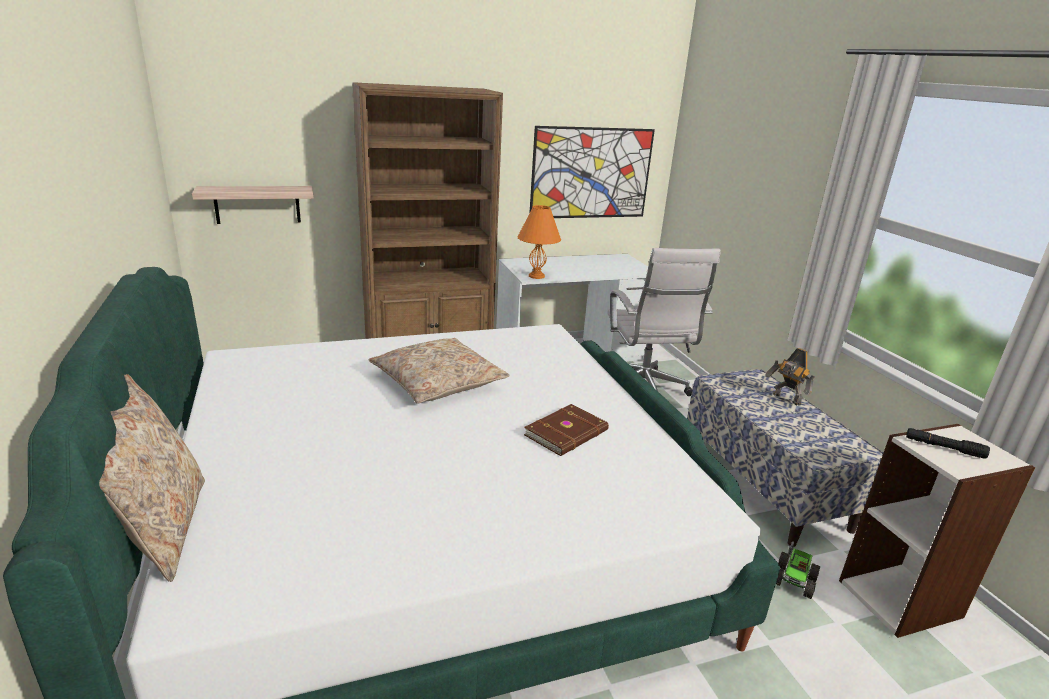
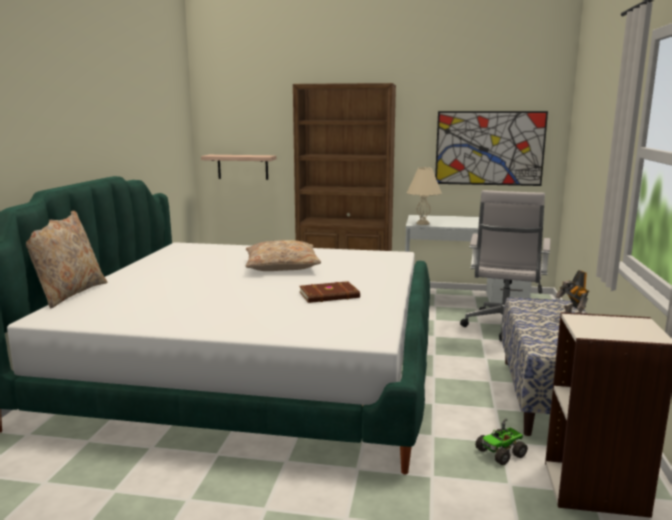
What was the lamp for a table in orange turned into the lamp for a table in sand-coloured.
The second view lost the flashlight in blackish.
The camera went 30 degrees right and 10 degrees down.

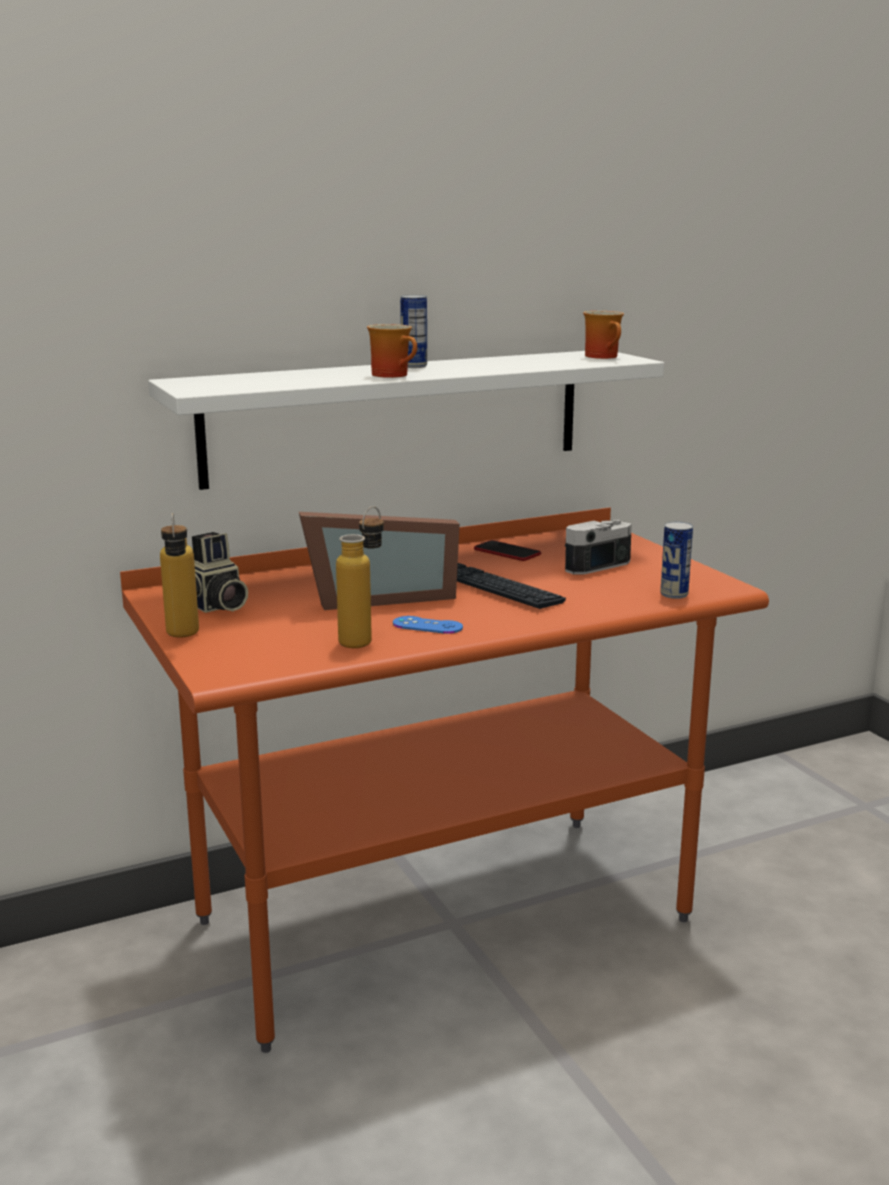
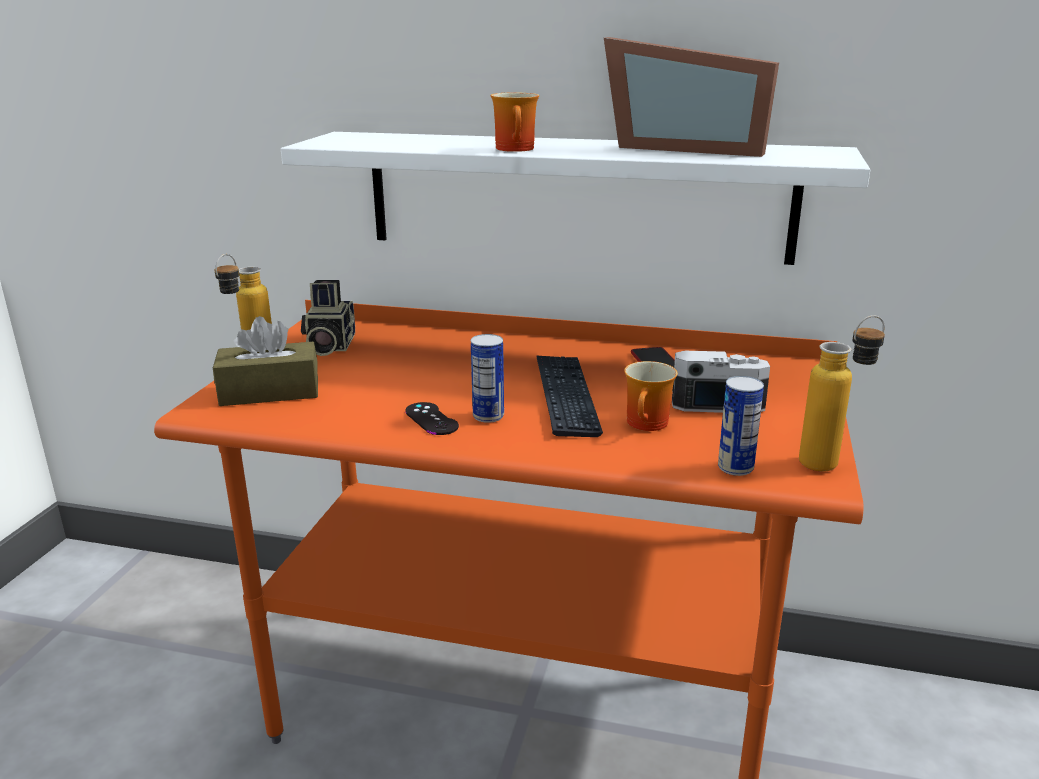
The standing frame ended up elsewhere.
The beverage bottle (no. 2 from left) ended up elsewhere.
What was the gamepad in blue turned into the gamepad in blackish.
The sealed can (no. 1 from left) ended up elsewhere.
The tea mug (no. 2 from left) ended up elsewhere.
The second view gained the tissue box in brown-coloured.
The camera went 40 degrees right and 5 degrees up.

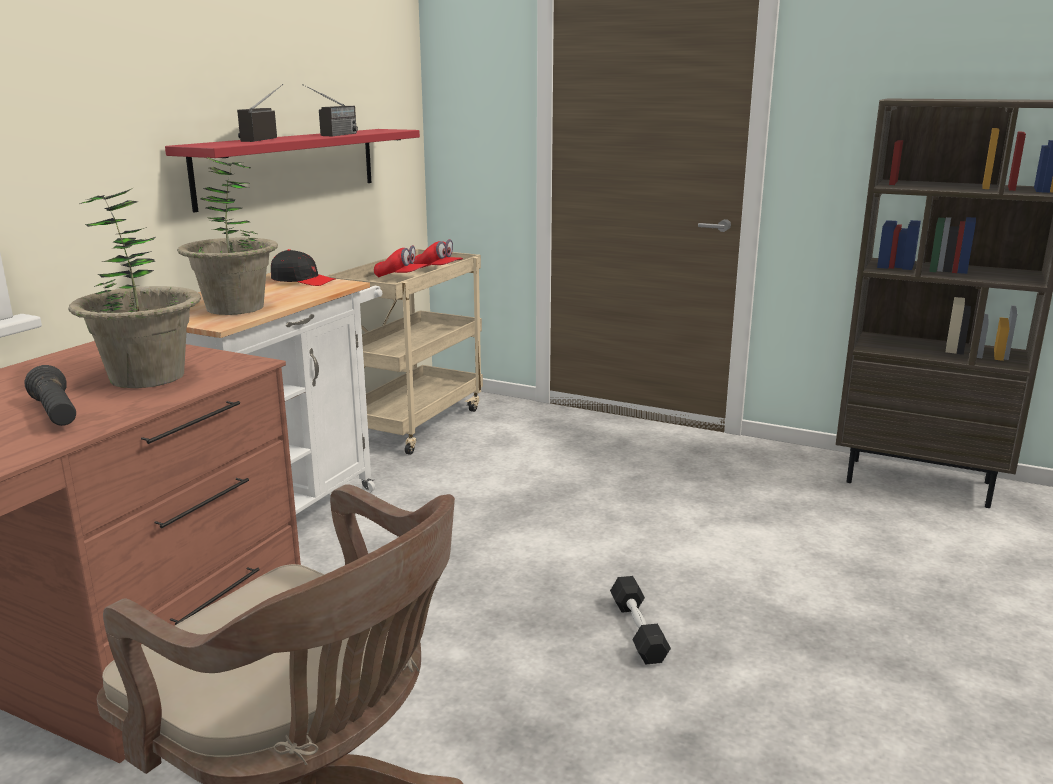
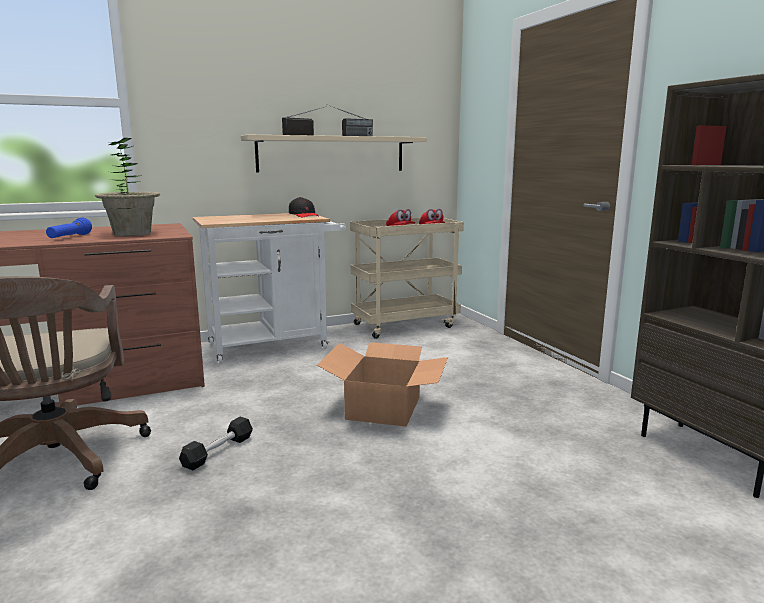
What was the flashlight in blackish turned into the flashlight in blue.
What was the shelf in red-coloured turned into the shelf in sand-coloured.
The second view lost the houseplant (no. 2 from left).
The free weight in blackish ended up elsewhere.
The second view gained the packing box.
The camera went 40 degrees right and 5 degrees down.

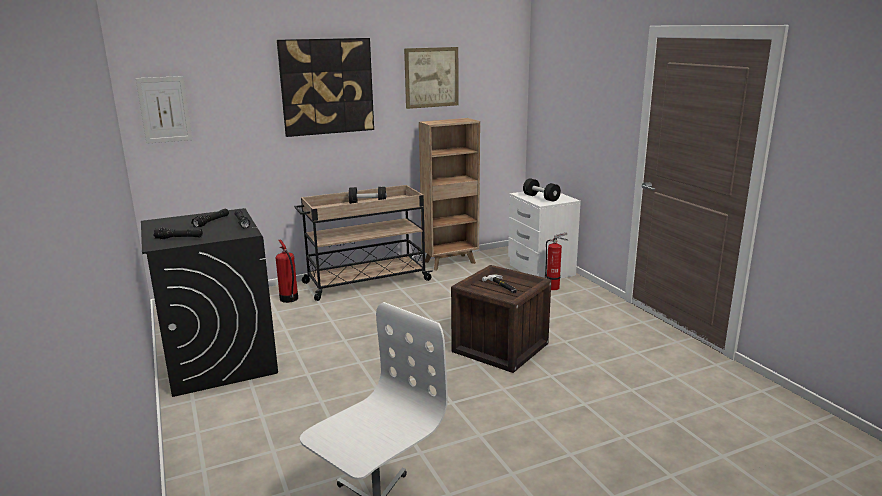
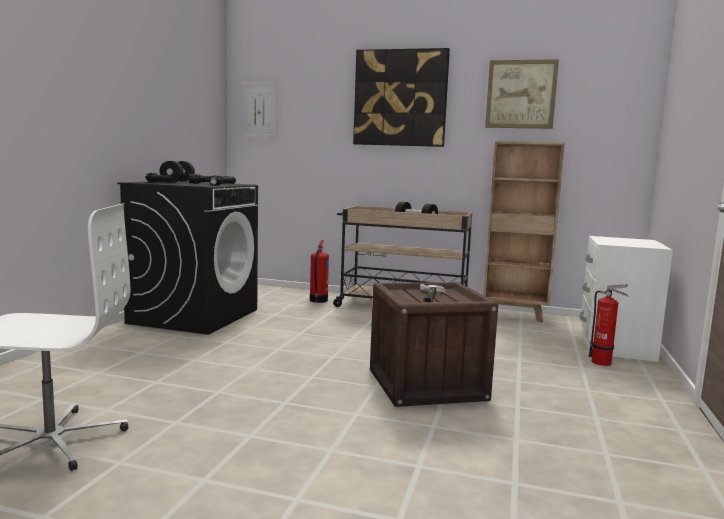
The free weight in blackish (no. 2 from left in the first image) ended up elsewhere.
The camera went 40 degrees right and 10 degrees down.

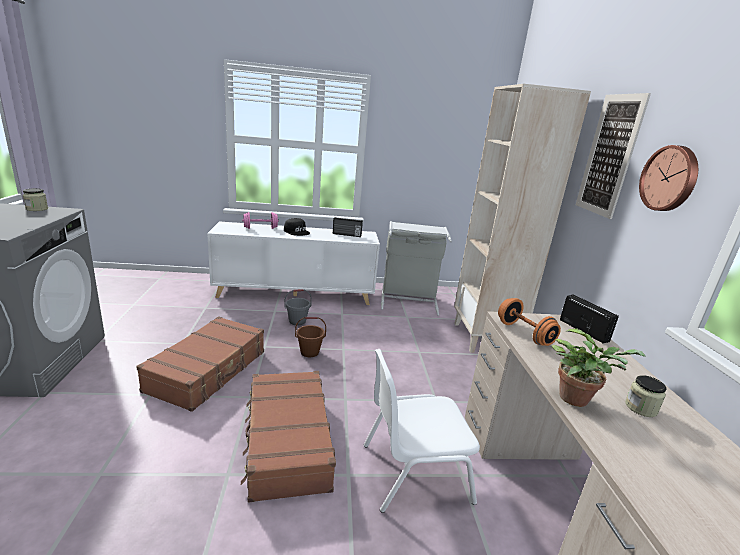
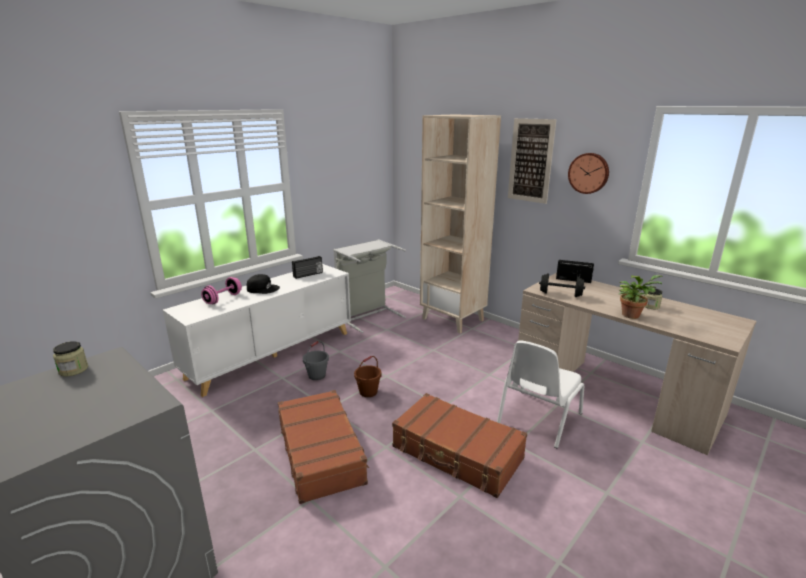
What was the free weight in orange turned into the free weight in blackish.
The camera went 40 degrees left and 0 degrees up.

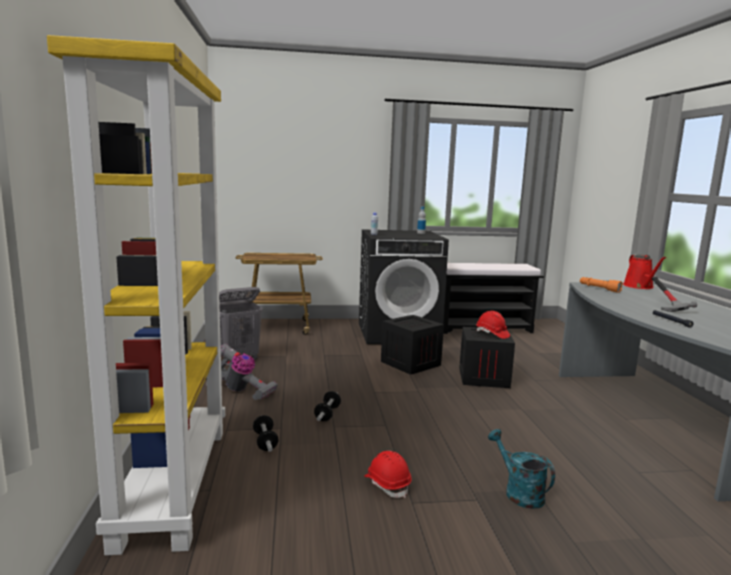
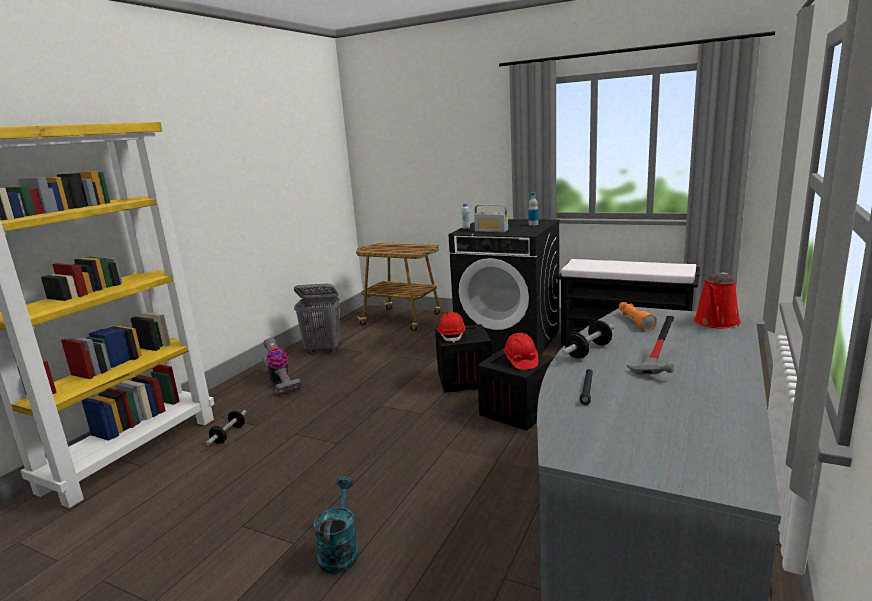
The free weight (no. 2 from left) ended up elsewhere.
The safety helmet in red-coloured (no. 1 from left) ended up elsewhere.
The second view gained the radio receiver.
The camera went 35 degrees right and 5 degrees up.

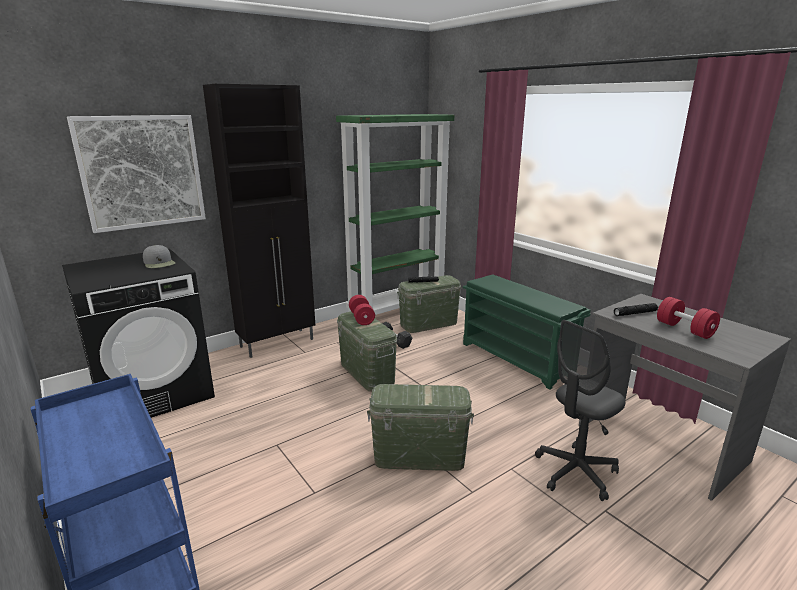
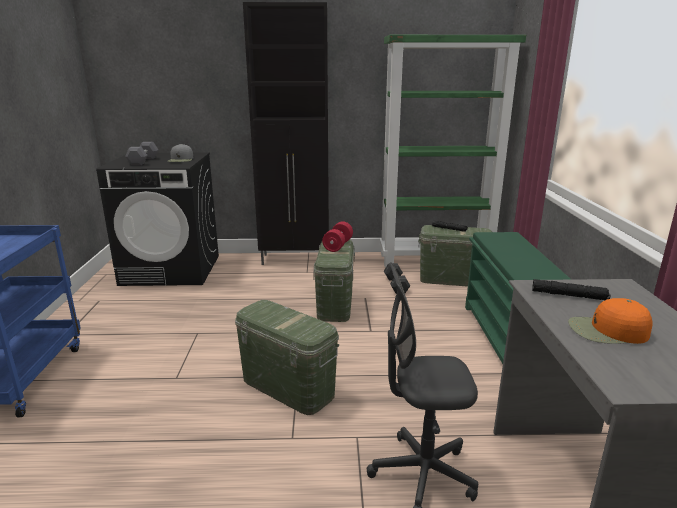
The second view lost the wall picture.
Where the free weight in red-coloured (no. 2 from left) stood, the cap in orange came to stand.
The second view gained the free weight in grey (no. 1 from left).
The camera went 35 degrees right and 0 degrees up.

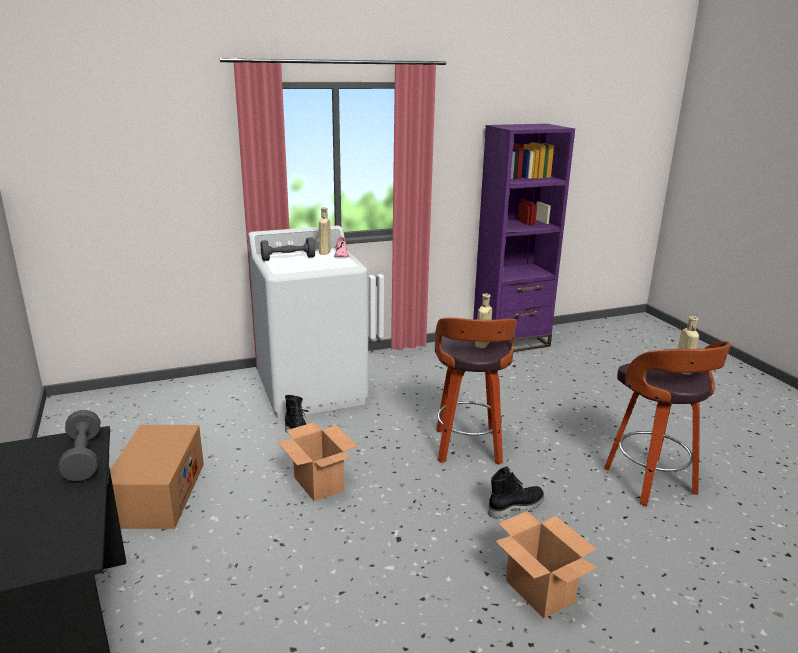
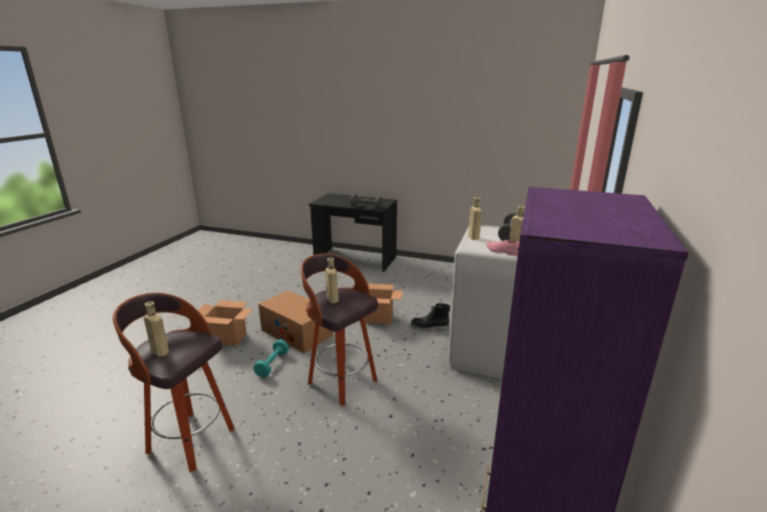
The packing box (no. 1 from left in the first image) ended up elsewhere.
Where the high-top boot in blackish (no. 2 from left) stood, the free weight in turquoise-coloured came to stand.
The second view gained the beverage bottle in sand-coloured (no. 3 from left).
The camera went 130 degrees right and 0 degrees up.

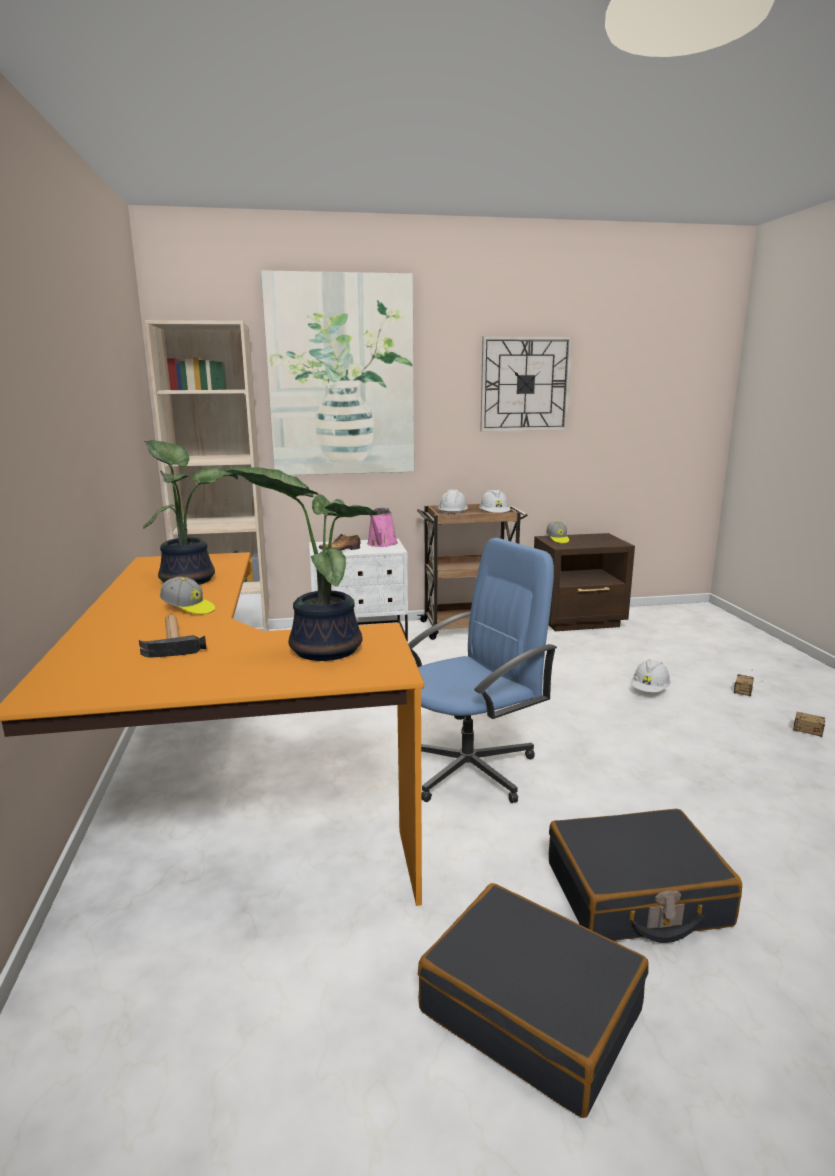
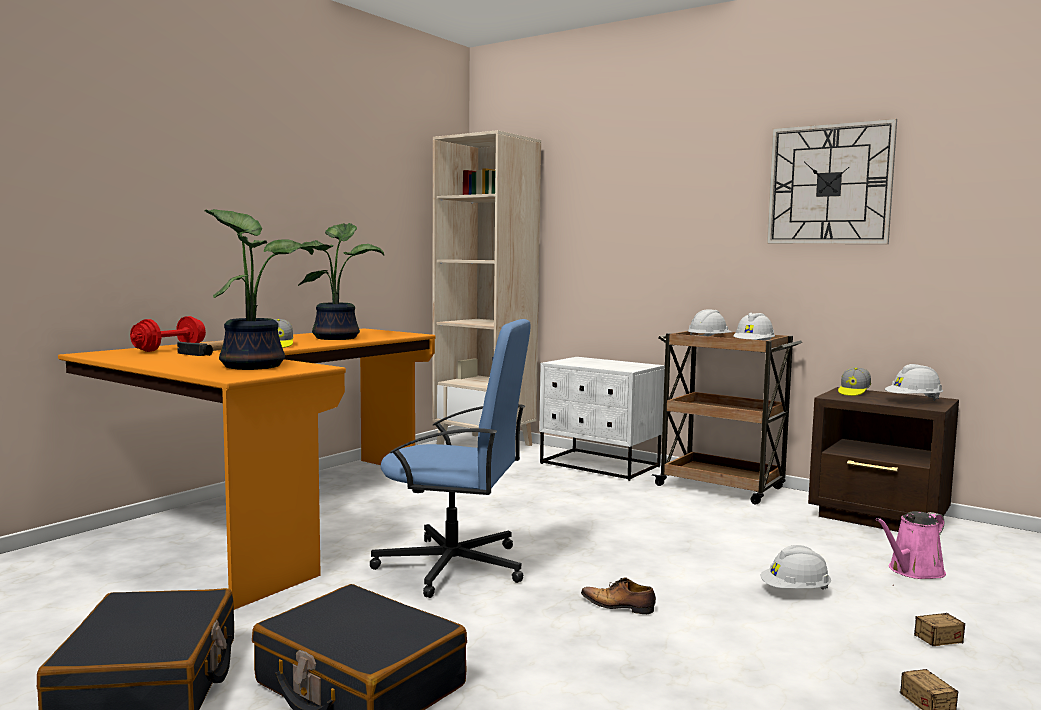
The second view lost the wall picture.
The shoe ended up elsewhere.
The watering can in pink ended up elsewhere.
The second view gained the free weight in red-coloured.
The second view gained the safety helmet in whitish (no. 4 from left).
The camera went 45 degrees right and 10 degrees down.

